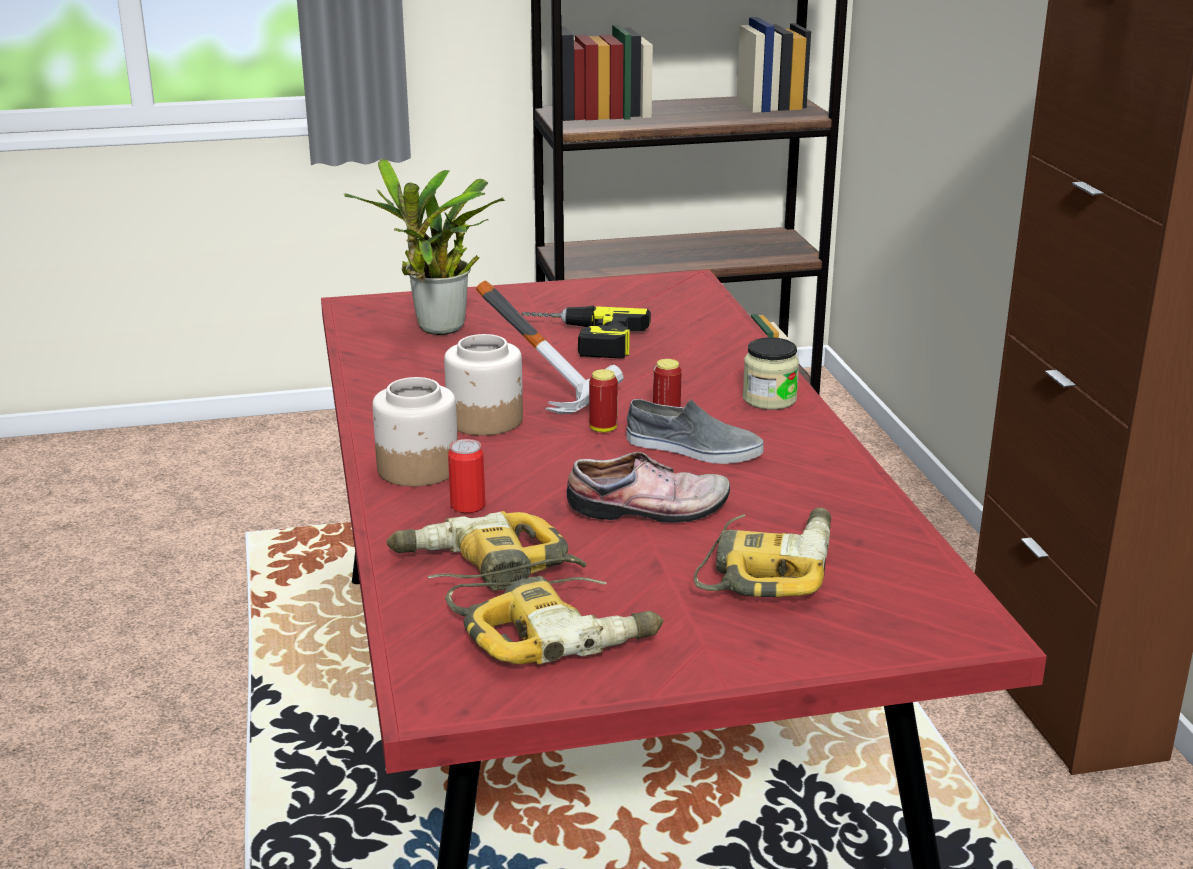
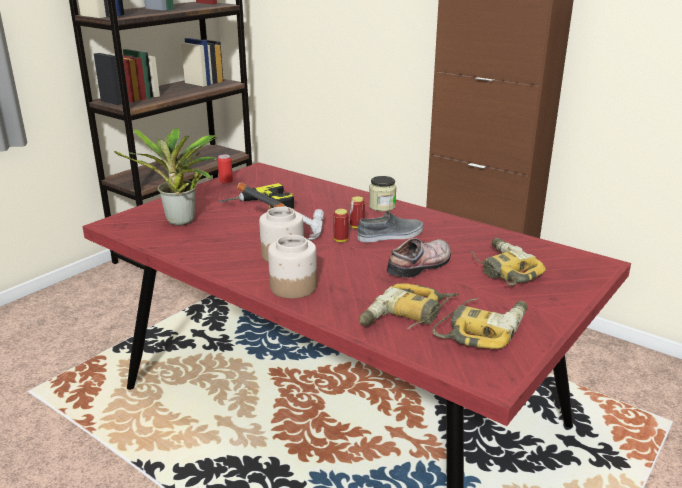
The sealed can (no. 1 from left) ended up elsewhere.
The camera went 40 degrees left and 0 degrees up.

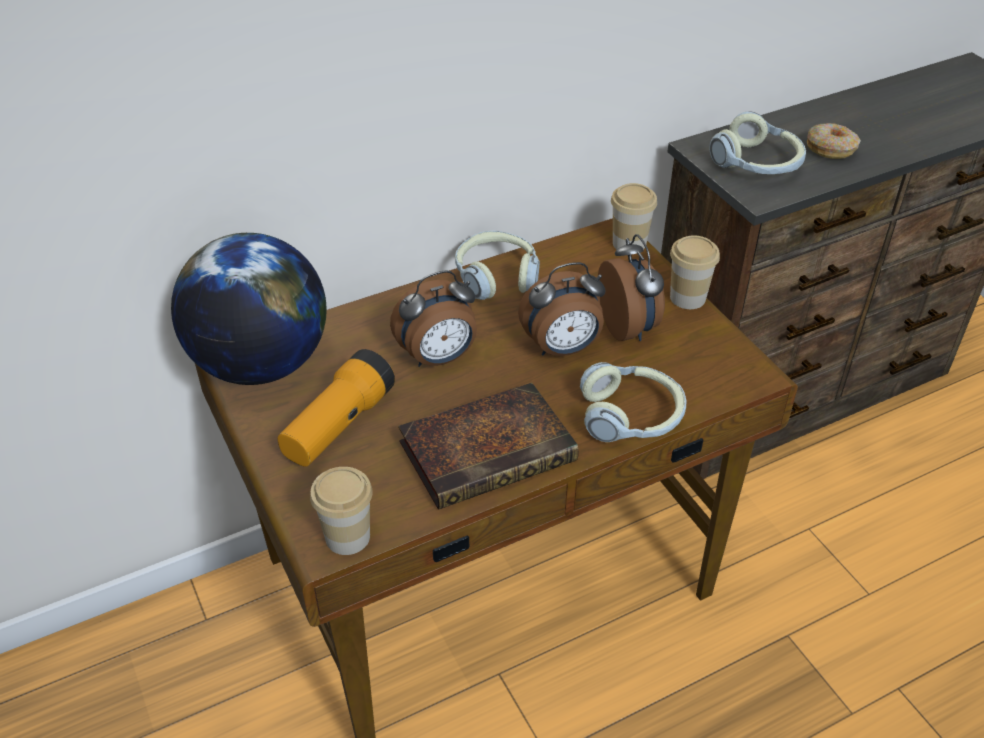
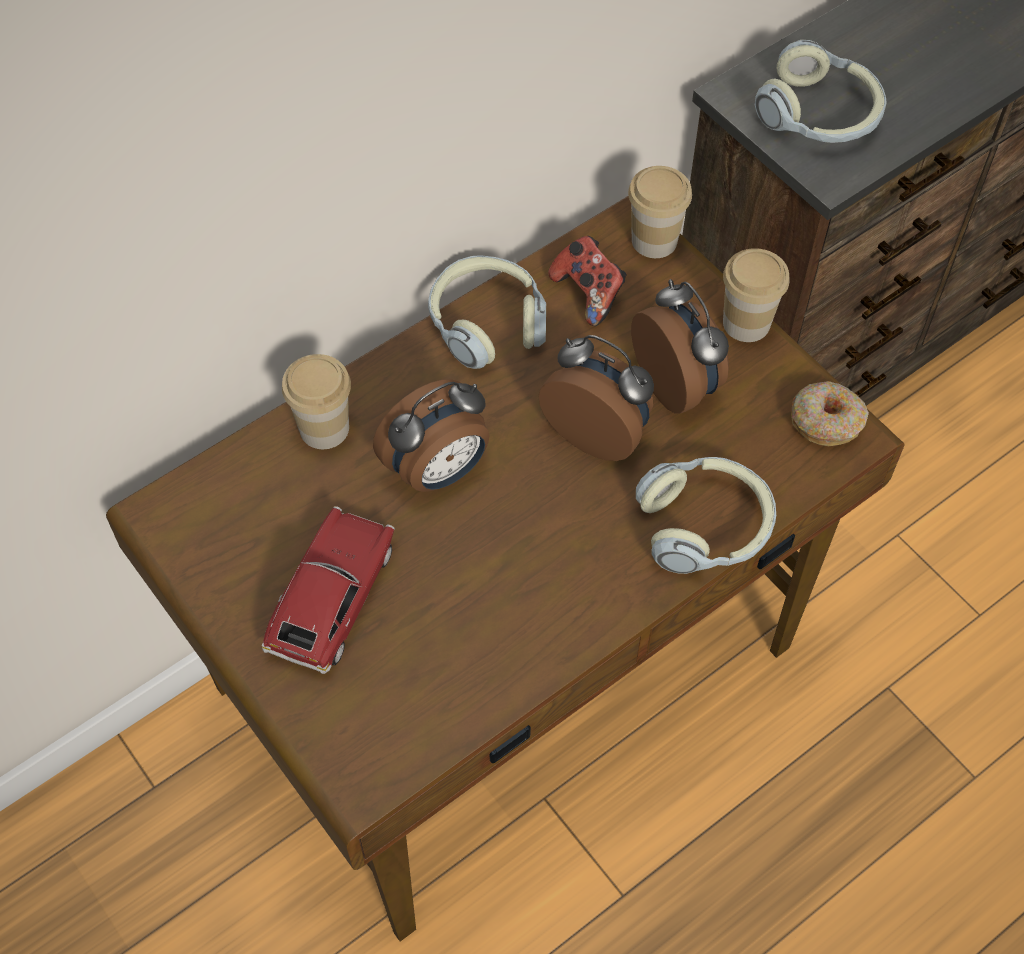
The second view lost the world globe.
Where the flashlight stood, the toy car came to stand.
The small cup (no. 1 from left) ended up elsewhere.
The second view lost the volume.
The bedside clock (no. 2 from left) ended up facing another way, 120 degrees counterclockwise from before.
The donut ended up elsewhere.
The second view gained the gamepad.
The camera went 10 degrees left and 15 degrees up.

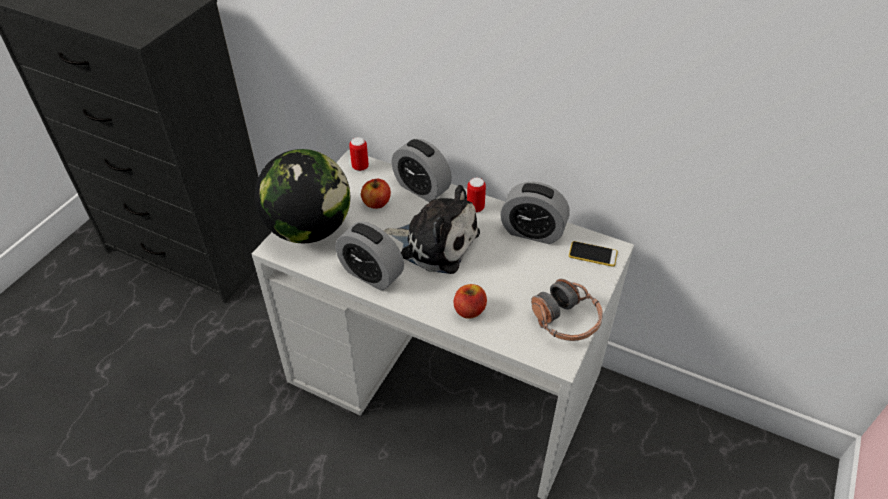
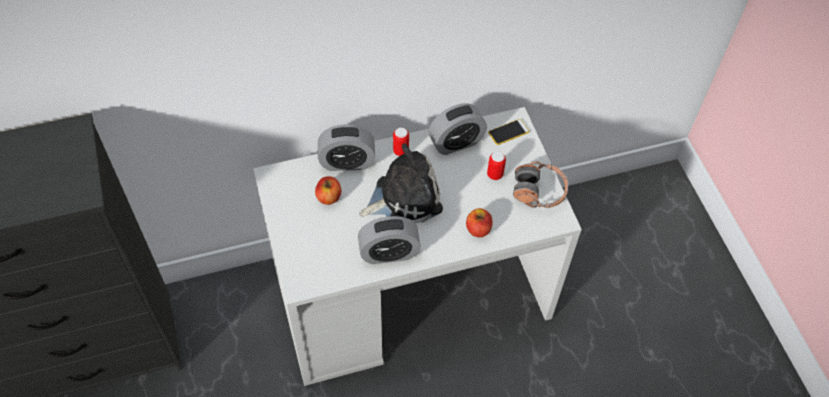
The second view lost the world globe.
The sealed can (no. 1 from left in the first image) ended up elsewhere.
The camera went 45 degrees left and 10 degrees up.

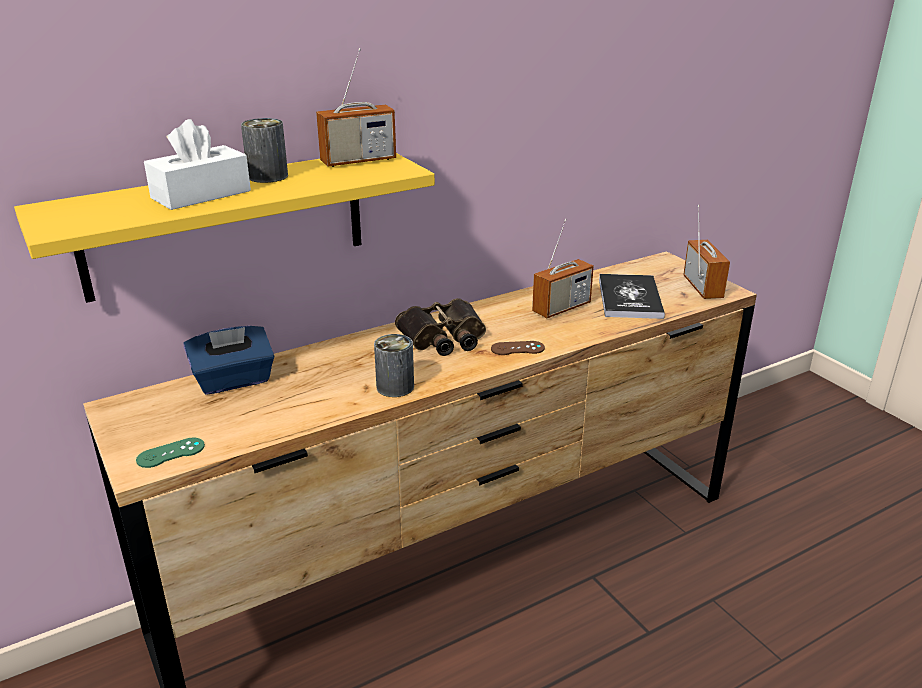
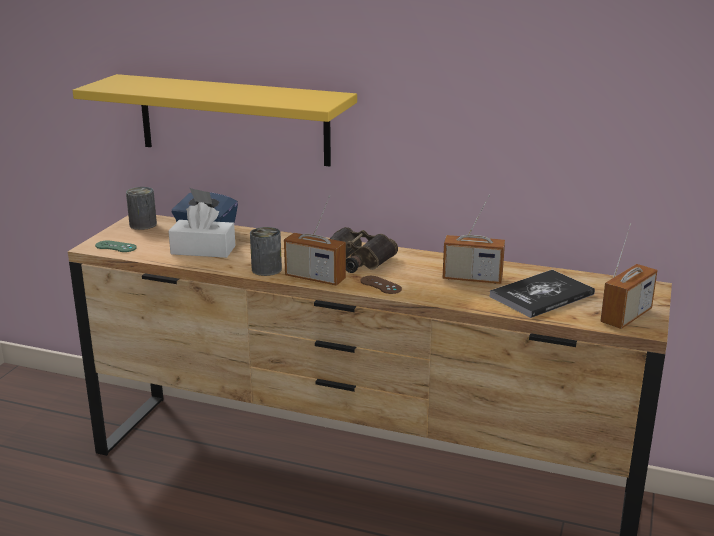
The tissue box in whitish ended up elsewhere.
The sealed can (no. 1 from left) ended up elsewhere.
The radio receiver (no. 1 from left) ended up elsewhere.
The camera went 50 degrees right and 5 degrees down.

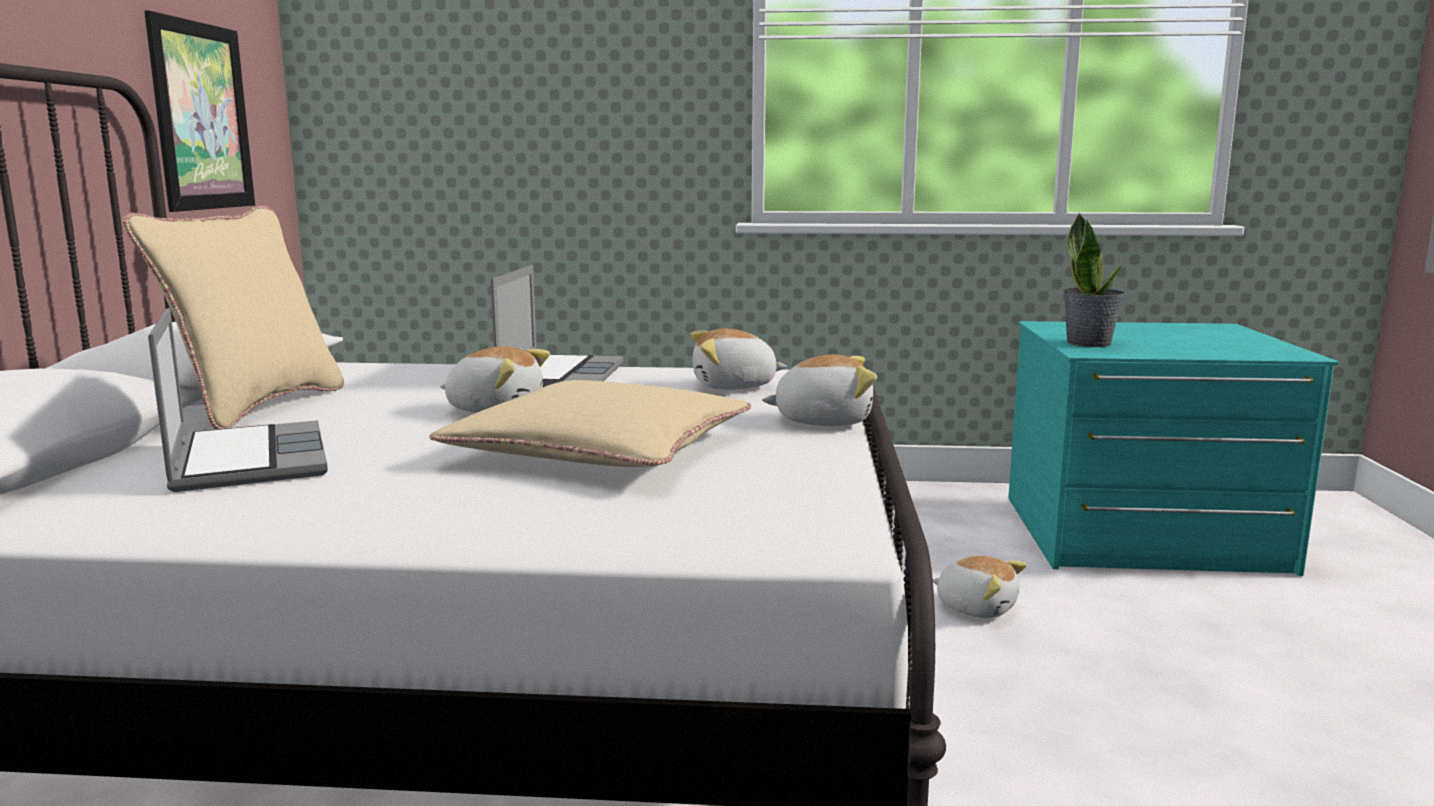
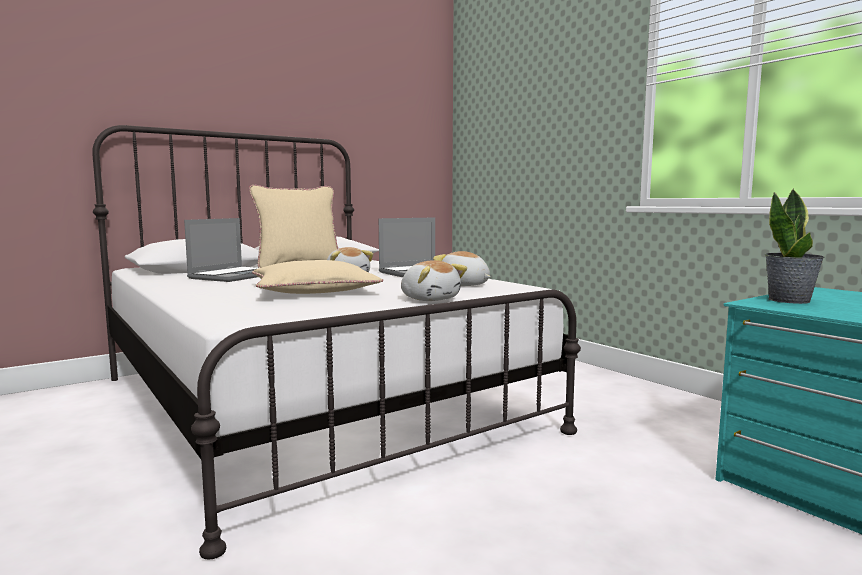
The second view lost the wall picture.
The second view lost the soft toy (no. 4 from left).
The camera went 50 degrees right and 5 degrees down.

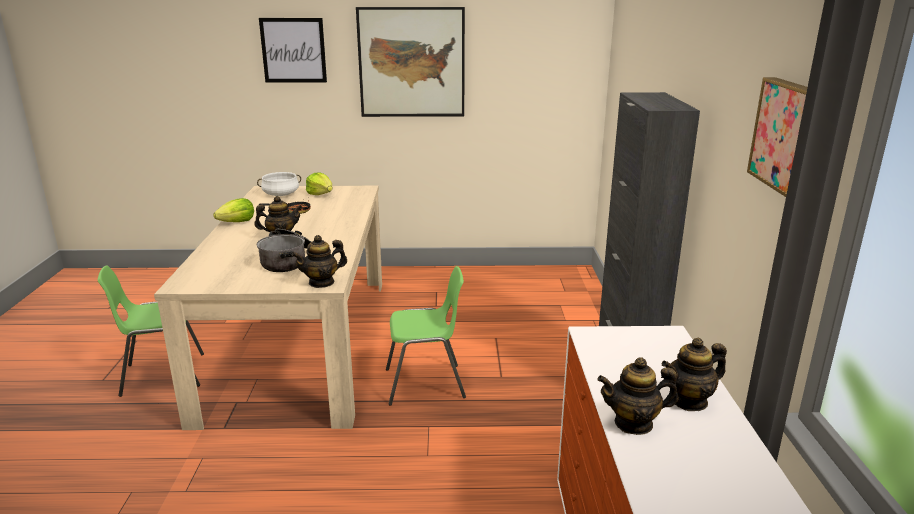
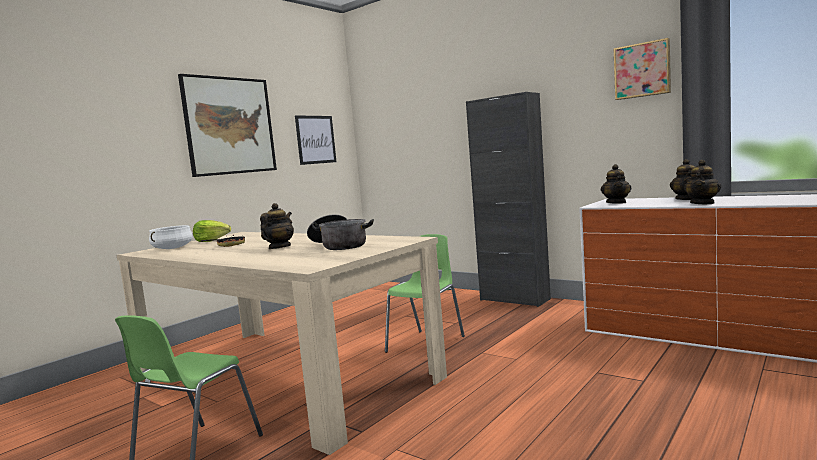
The second view lost the head of lettuce (no. 1 from left).
The wall picture (no. 1 from left in the first image) ended up elsewhere.
The teapot (no. 2 from left) ended up elsewhere.
The camera went 50 degrees left and 15 degrees down.

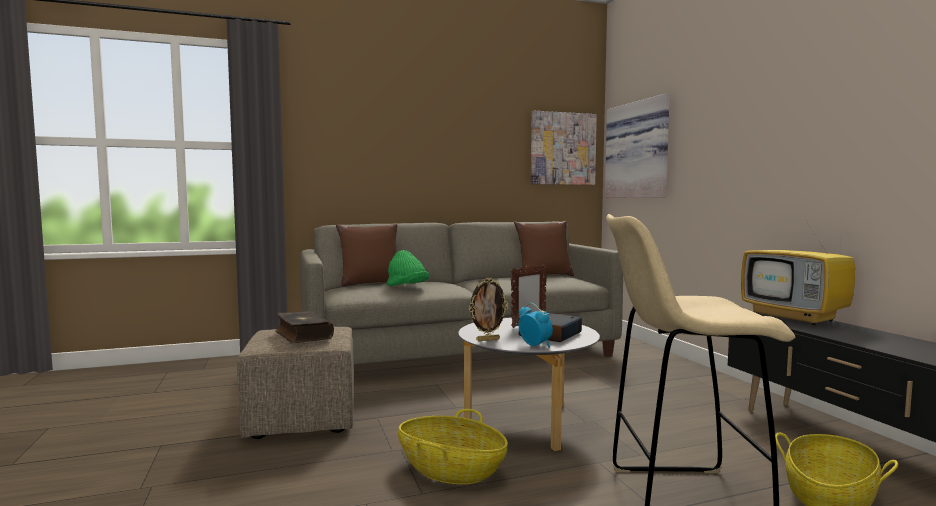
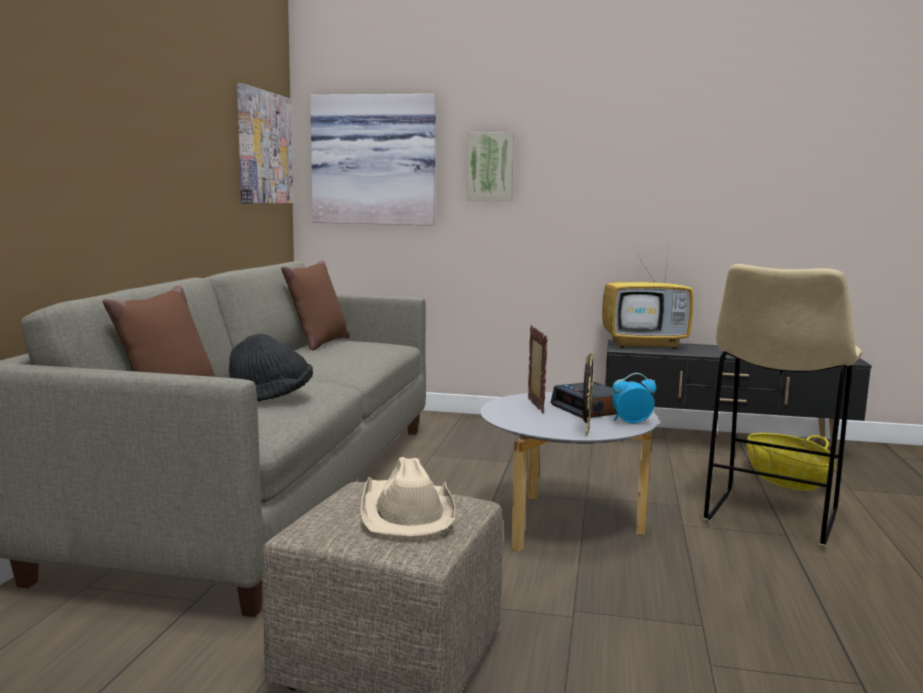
Where the volume stood, the clothing hat in sand-coloured came to stand.
What was the clothing hat in green turned into the clothing hat in blackish.
The second view lost the household basket (no. 1 from left).
The second view gained the wall picture (no. 3 from left).
The camera went 60 degrees left and 5 degrees up.

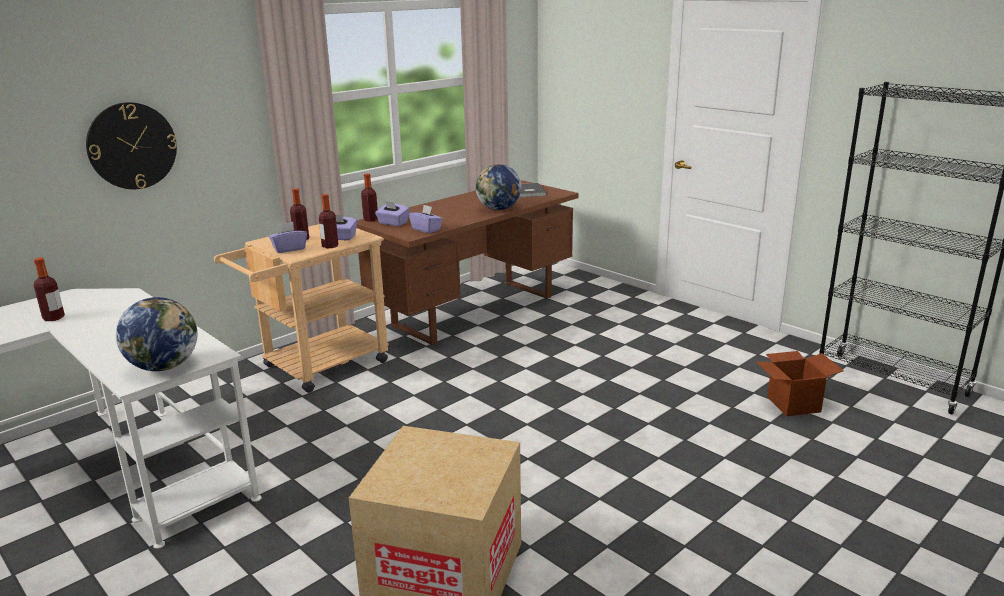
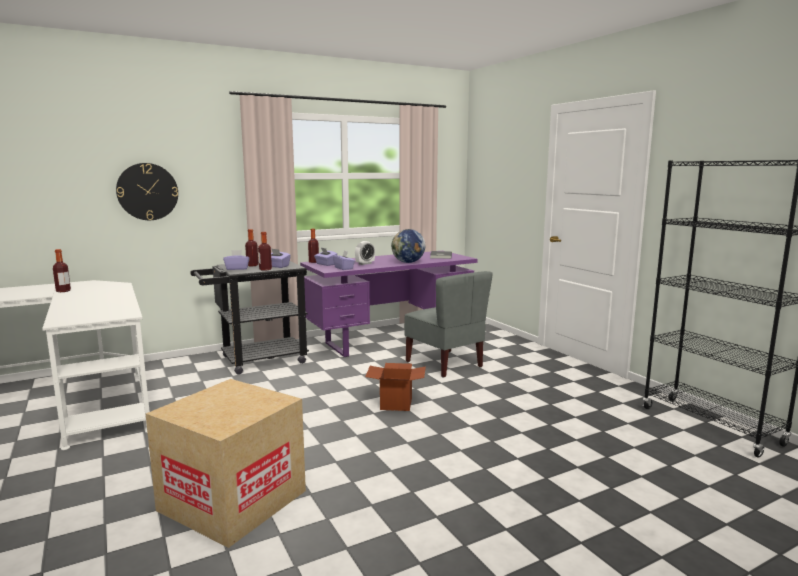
The second view lost the world globe (no. 1 from left).
What was the trolley in sand-coloured turned into the trolley in blackish.
What was the desk table in brown-coloured turned into the desk table in purple-coloured.
The packing box (no. 2 from left) ended up elsewhere.
The second view gained the bedside clock.
The second view gained the upright chair in grey.
The camera went 15 degrees right and 10 degrees down.

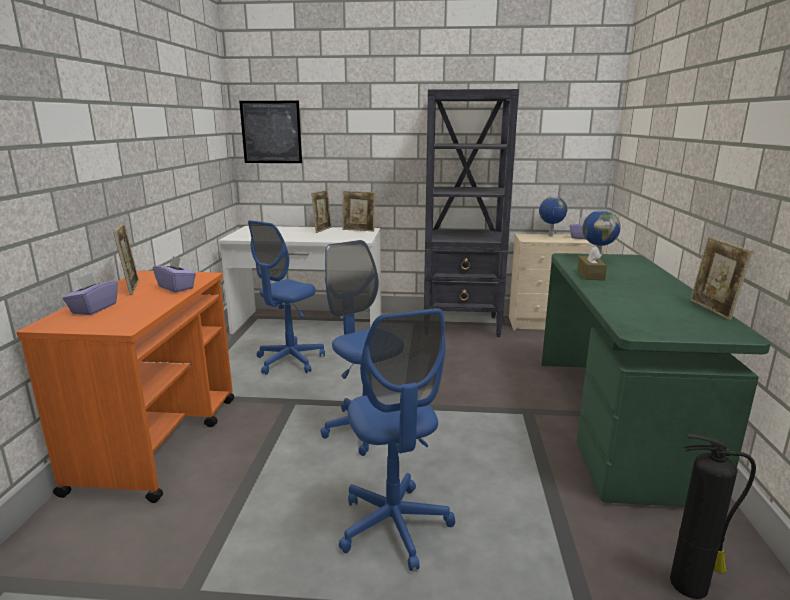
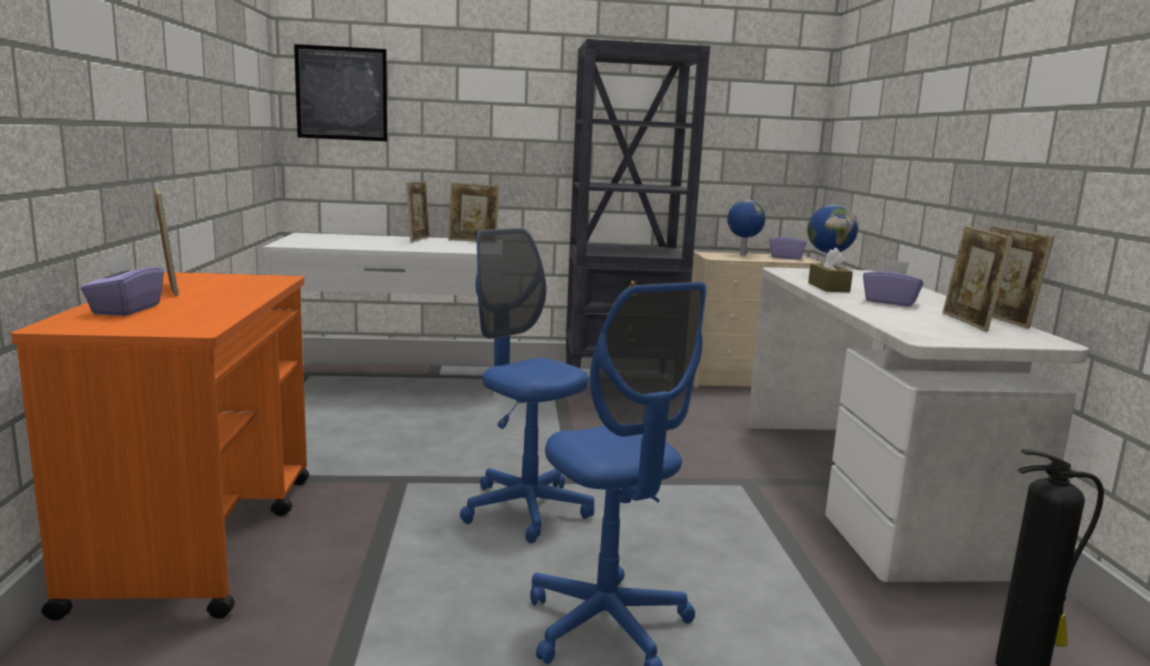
The tissue box in purple-coloured (no. 2 from left in the first image) ended up elsewhere.
The second view lost the desk chair in blue (no. 1 from left).
What was the desk table in green turned into the desk table in whitish (no. 2 from left).
The second view gained the standing frame (no. 4 from left).
The camera went 10 degrees left and 5 degrees down.

